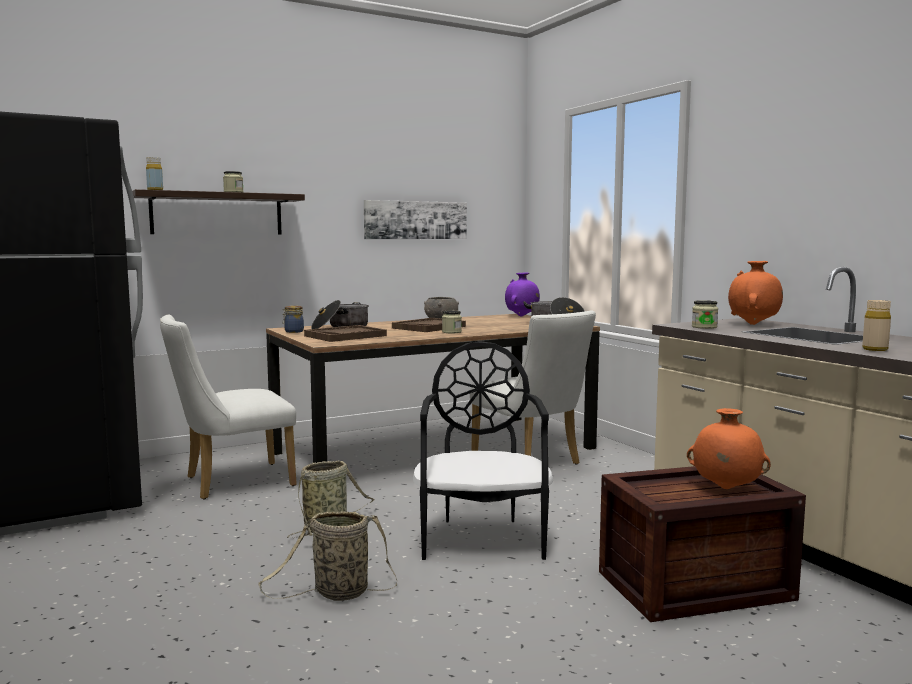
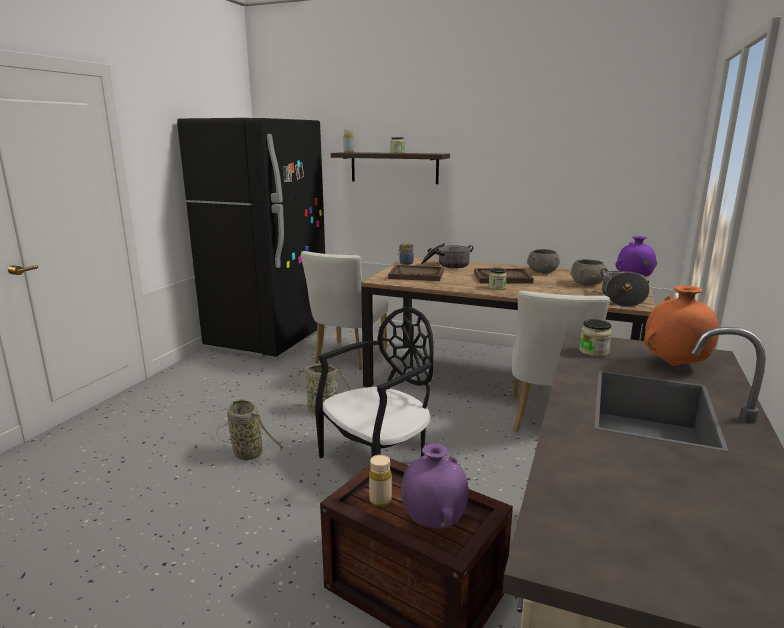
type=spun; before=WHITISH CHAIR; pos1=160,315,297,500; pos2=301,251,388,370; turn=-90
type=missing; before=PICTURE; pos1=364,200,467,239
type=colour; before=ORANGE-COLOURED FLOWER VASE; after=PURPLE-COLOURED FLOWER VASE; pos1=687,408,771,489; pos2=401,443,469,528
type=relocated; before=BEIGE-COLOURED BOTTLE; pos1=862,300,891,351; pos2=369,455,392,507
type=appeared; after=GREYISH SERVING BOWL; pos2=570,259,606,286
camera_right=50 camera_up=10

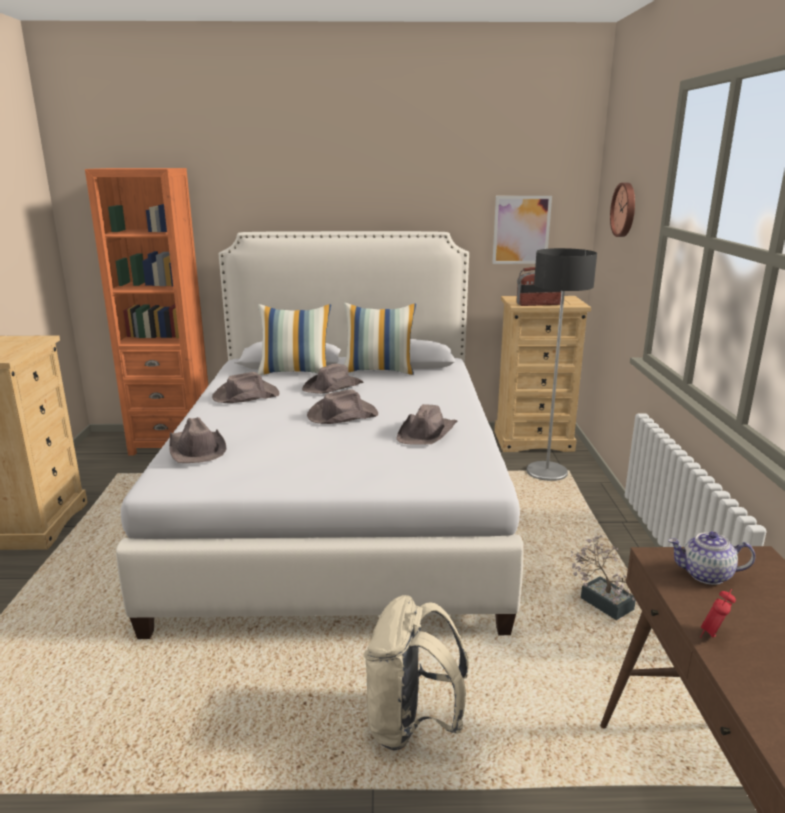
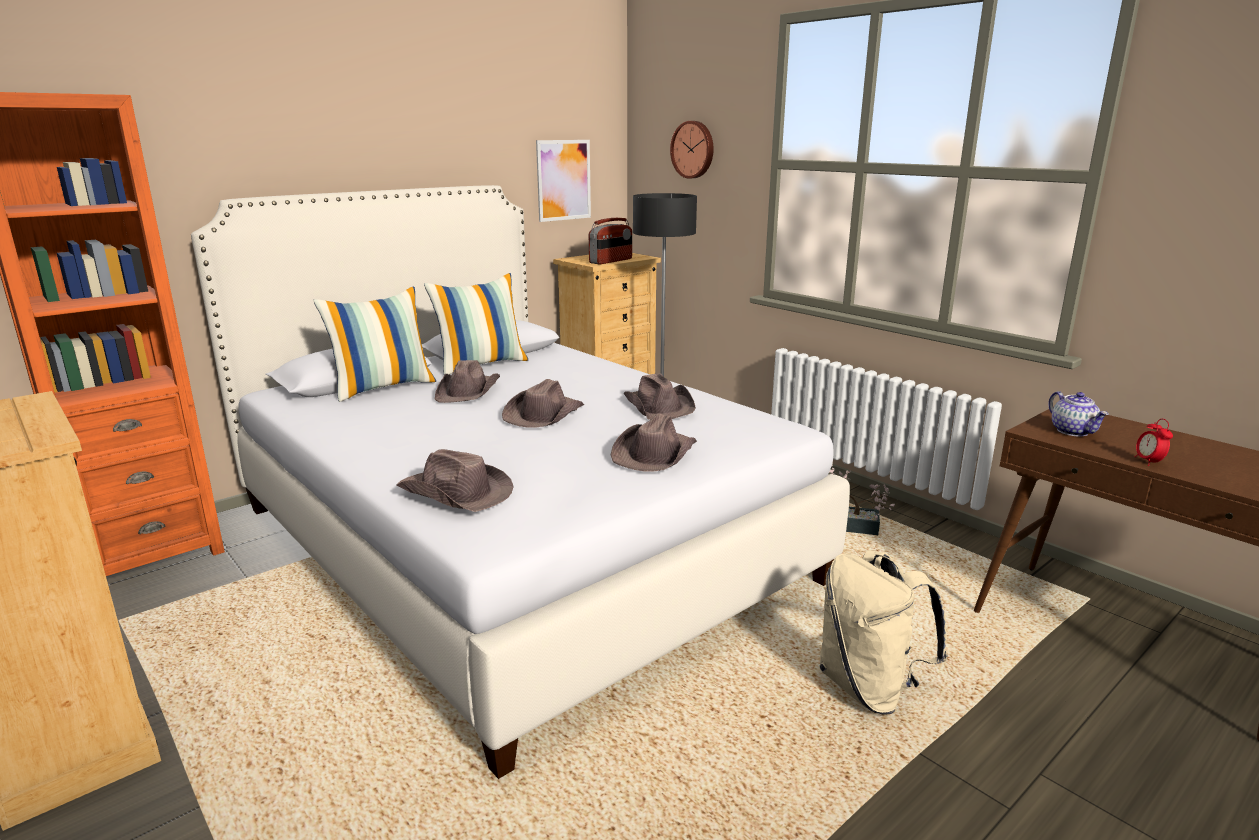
type=relocated; before=BROWNISH CLOTHING HAT; pos1=212,372,279,403; pos2=611,413,697,471
type=spun; before=POT FOR TEA; pos1=668,531,755,585; pos2=1048,391,1109,437; turn=-75
camera_right=-40 camera_up=0

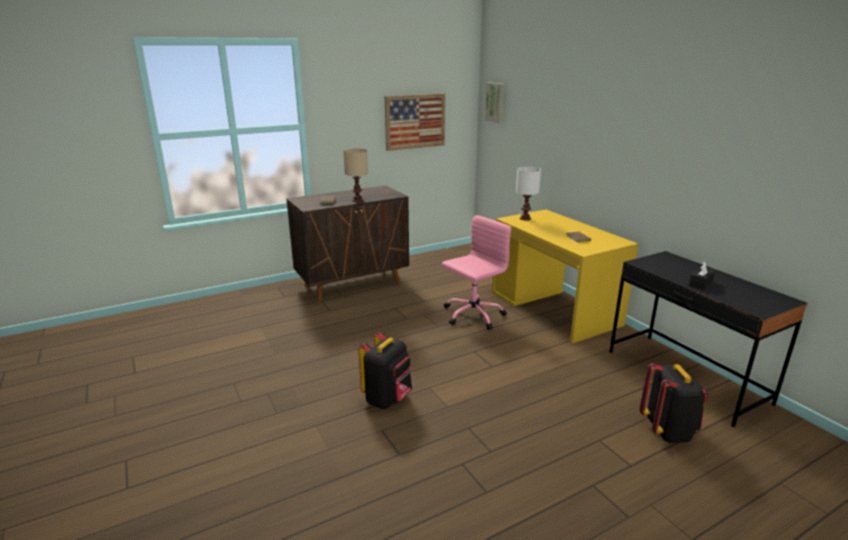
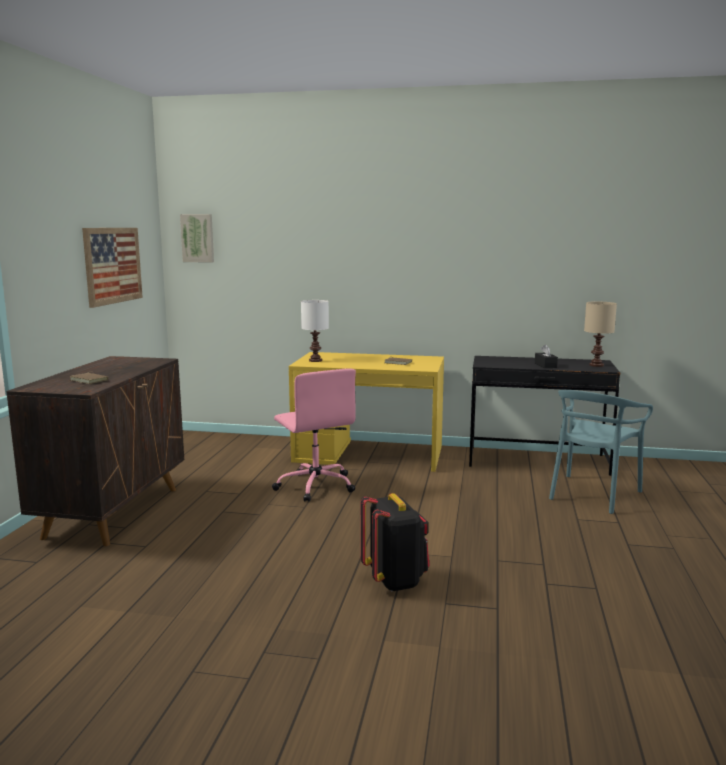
type=relocated; before=BEIGE-COLOURED LAMP FOR A TABLE; pos1=343,148,368,202; pos2=584,301,617,367
type=spun; before=PINK-COLOURED COMPUTER CHAIR; pos1=441,215,511,330; pos2=272,369,356,502; turn=150
type=exchanged; before=BLACK-COLOURED RUCKSACK; after=BLUE-GREEN CHAIR; pos1=639,363,708,443; pos2=549,390,653,514
camera_right=-50 camera_up=-10

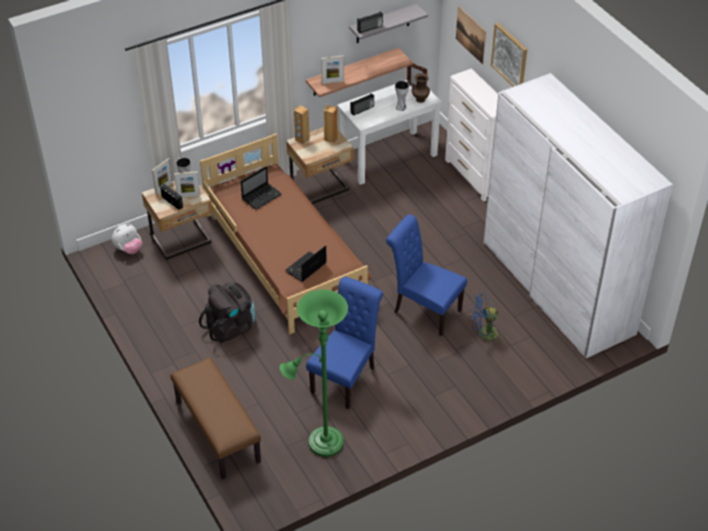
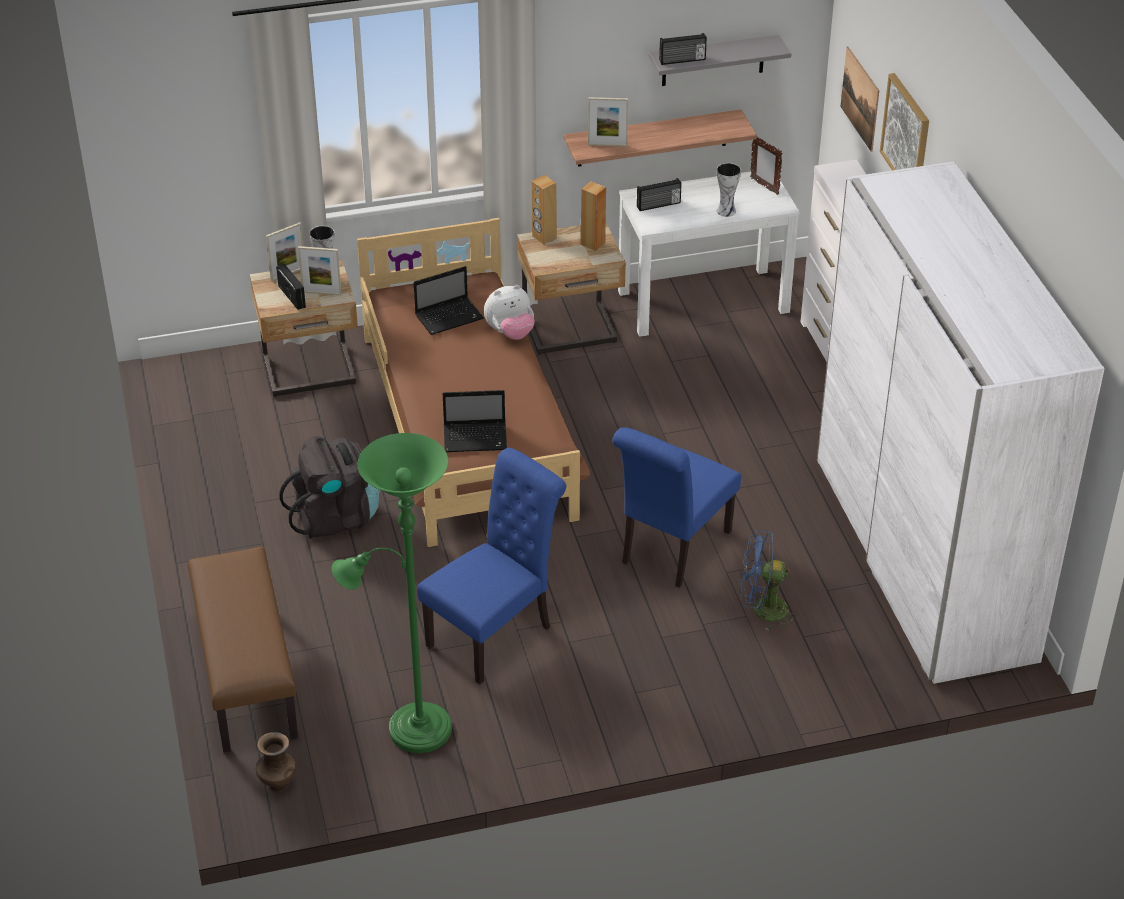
type=relocated; before=PLUSH TOY; pos1=112,223,142,254; pos2=484,285,535,340
type=spun; before=LAPTOP; pos1=285,245,327,282; pos2=443,390,507,452; turn=-150
type=spun; before=BLUE CHAIR; pos1=386,214,467,336; pos2=612,427,741,588; turn=-105
type=relocated; before=BROWNISH FLOWER VASE; pos1=412,73,430,103; pos2=256,732,296,792
camera_right=15 camera_up=-5

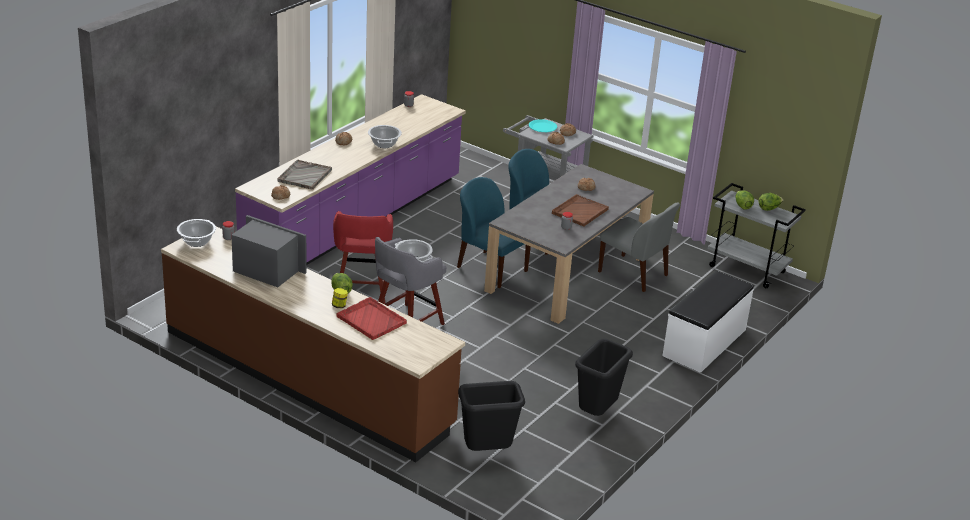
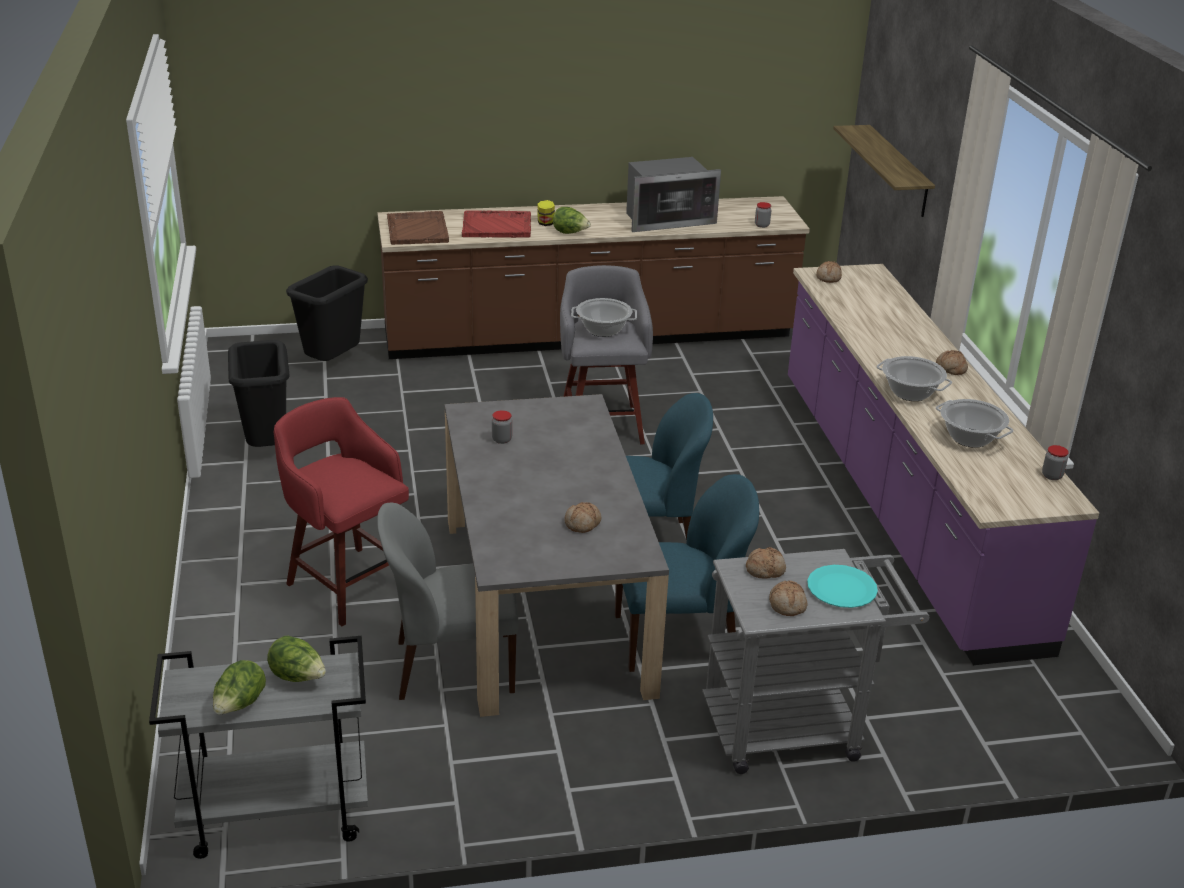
type=relocated; before=STOCKPOT; pos1=177,219,216,247; pos2=936,399,1013,448
type=missing; before=GREYISH SERVING TRAY; pos1=278,160,332,190
type=relocated; before=RED-COLOURED SITTING STOOL; pos1=333,211,393,304; pos2=274,397,409,626
type=relocated; before=BROWNISH SERVING TRAY; pos1=552,194,609,226; pos2=387,211,449,245
type=missing; before=WHITISH INDOOR BENCH; pos1=662,271,754,373
type=appeared; after=BRACKET SHELF; pos2=833,125,935,217
camera_right=135 camera_up=0

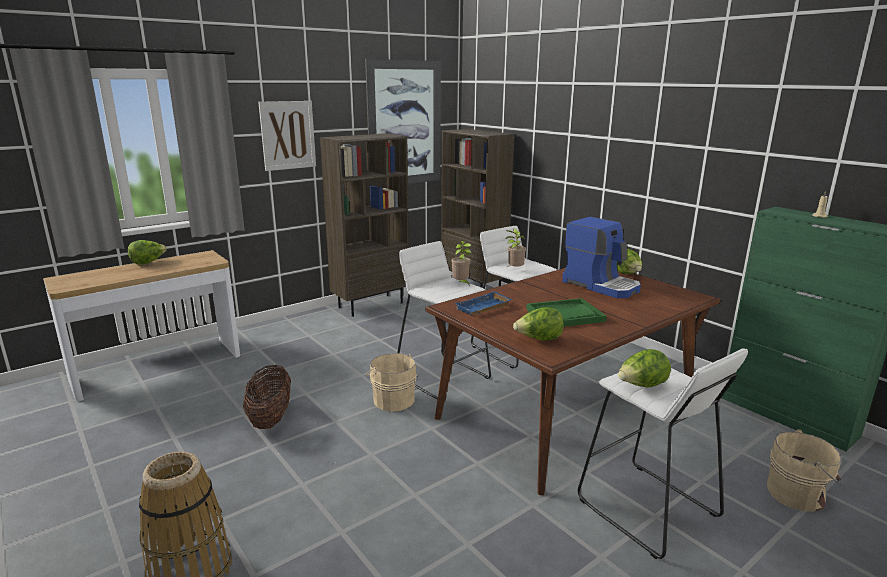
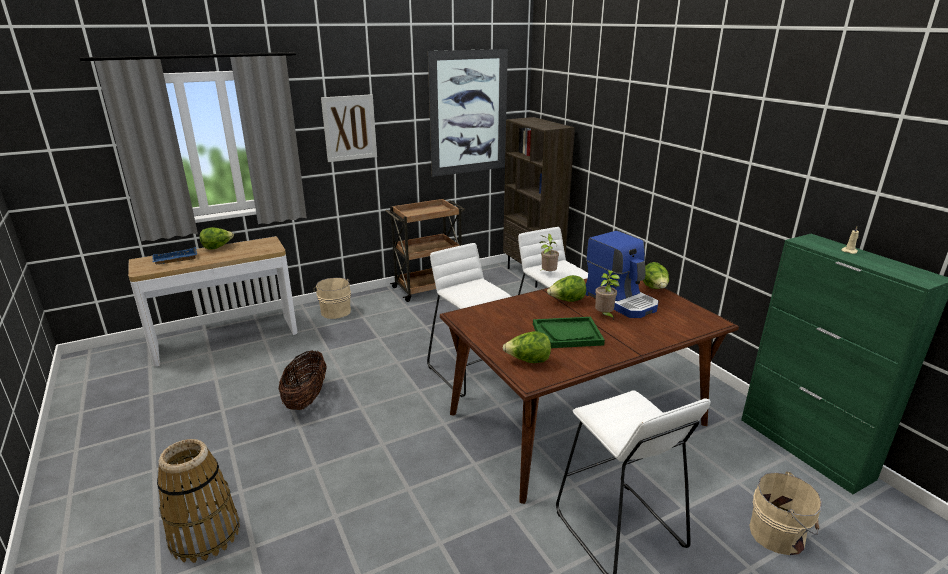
type=exchanged; before=BROWNISH SHELVING UNIT; after=BROWNISH CART; pos1=320,133,409,317; pos2=386,199,465,302
type=relocated; before=BEIGE-COLOURED WATER BUCKET; pos1=366,353,417,412; pos2=314,278,351,319
type=relocated; before=POTTED PLANT; pos1=451,241,472,287; pos2=595,270,620,320
type=relocated; before=BLUE SERVING TRAY; pos1=456,291,512,315; pos2=152,247,197,265
type=relocated; before=LETTUCE HEAD; pos1=618,349,671,388; pos2=547,275,586,302
camera_right=10 camera_up=5

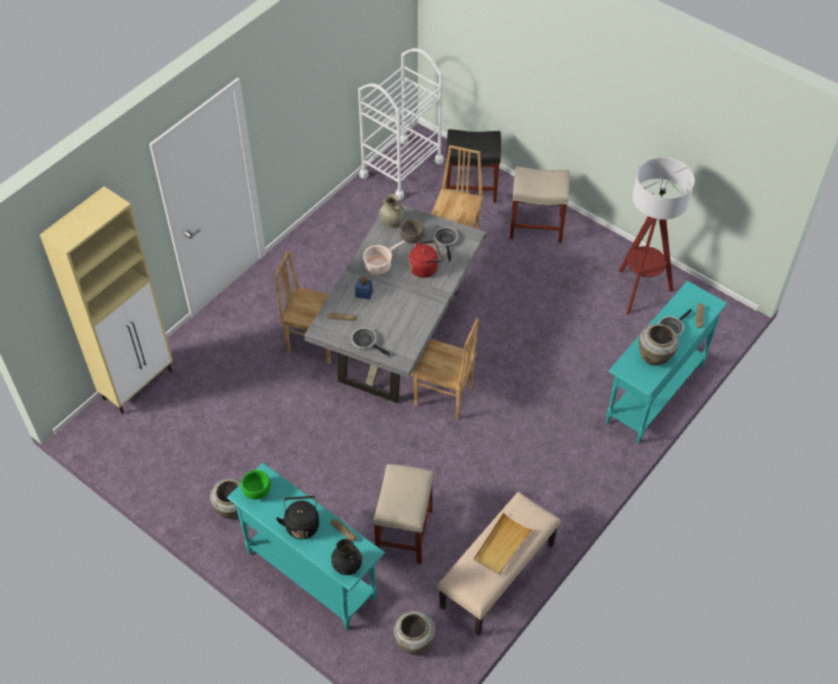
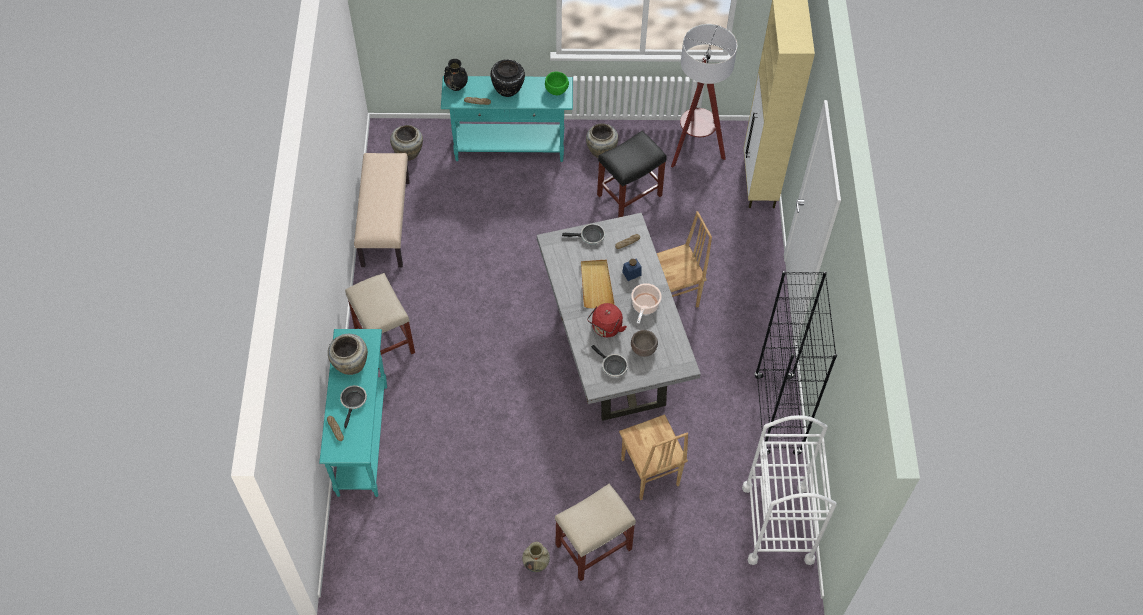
type=exchanged; before=BLACK-COLOURED TEA KETTLE; after=BLACK-COLOURED FLOWER VASE; pos1=276,496,319,539; pos2=491,59,525,97
type=relocated; before=BEIGE-COLOURED SITTING STOOL; pos1=373,464,434,564; pos2=345,273,415,355
type=relocated; before=BEIGE-COLOURED FLOWER VASE; pos1=379,194,404,228; pos2=522,542,550,572
type=missing; before=BROWNISH CHAIR; pos1=410,318,479,419
type=relocated; before=BLACK-COLOURED SITTING STOOL; pos1=446,129,501,203; pos2=597,131,667,217
type=relocated; before=BEIGE-COLOURED SERVING TRAY; pos1=474,512,532,575; pos2=581,260,615,308
type=relocated; before=FLOOR LAMP; pos1=619,157,695,315; pos2=671,24,737,168
type=appeared; after=BLACK-COLOURED SHELVING UNIT; pos2=754,271,837,455
camera_right=140 camera_up=5

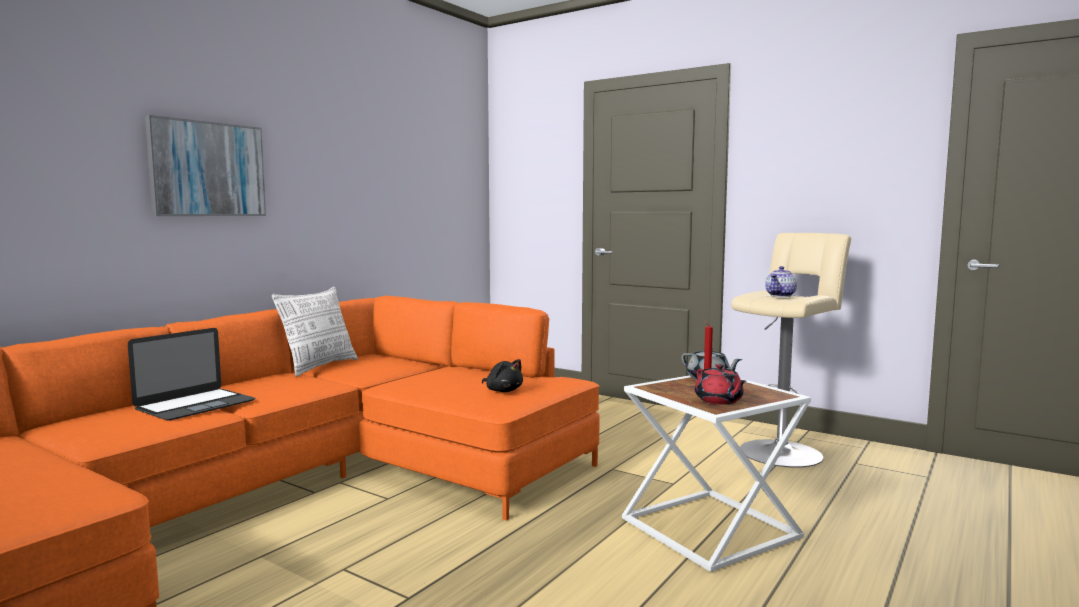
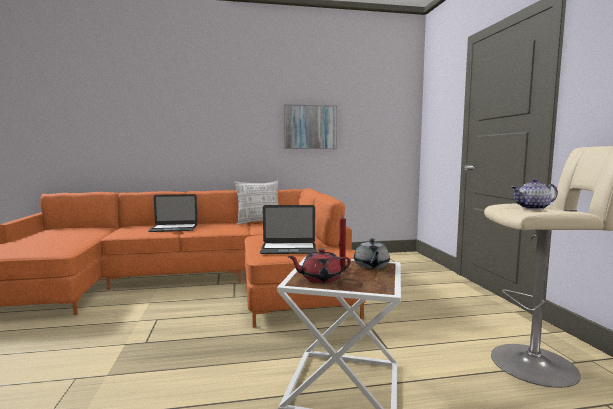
type=relocated; before=PICTURE; pos1=145,115,266,216; pos2=284,104,337,149
type=exchanged; before=BLACK-COLOURED PLUSH TOY; after=LAPTOP; pos1=482,359,523,392; pos2=260,205,317,254
type=spun; before=RED-COLOURED POT FOR TEA; pos1=695,364,747,405; pos2=287,248,351,283; turn=60
camera_right=45 camera_up=0

